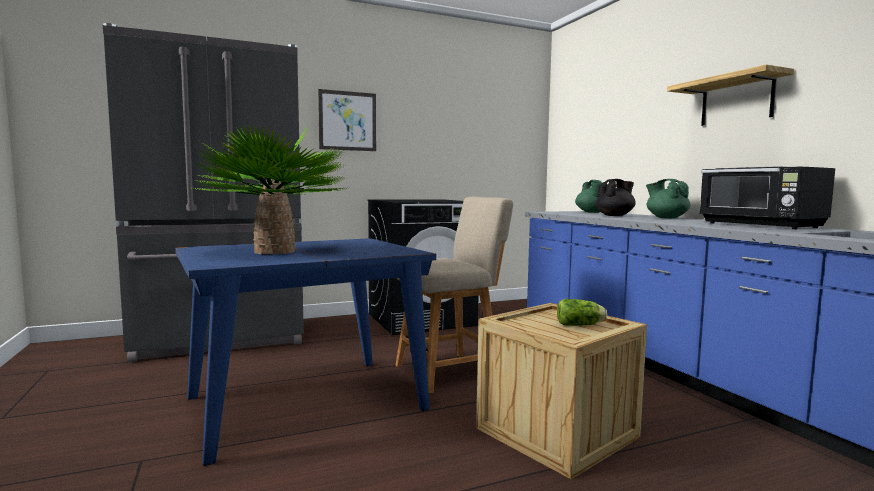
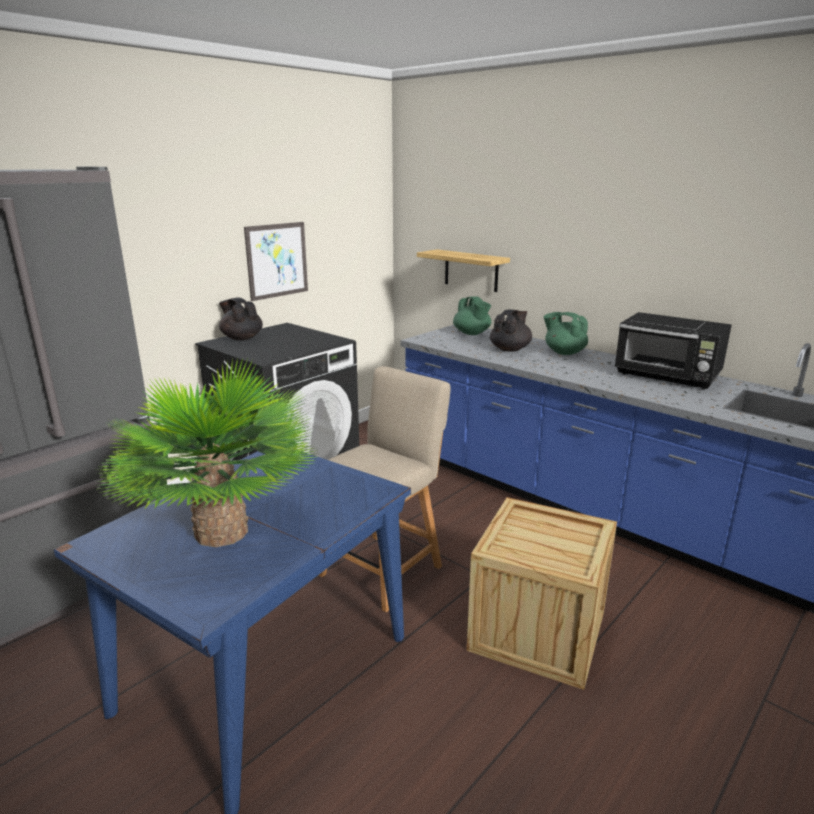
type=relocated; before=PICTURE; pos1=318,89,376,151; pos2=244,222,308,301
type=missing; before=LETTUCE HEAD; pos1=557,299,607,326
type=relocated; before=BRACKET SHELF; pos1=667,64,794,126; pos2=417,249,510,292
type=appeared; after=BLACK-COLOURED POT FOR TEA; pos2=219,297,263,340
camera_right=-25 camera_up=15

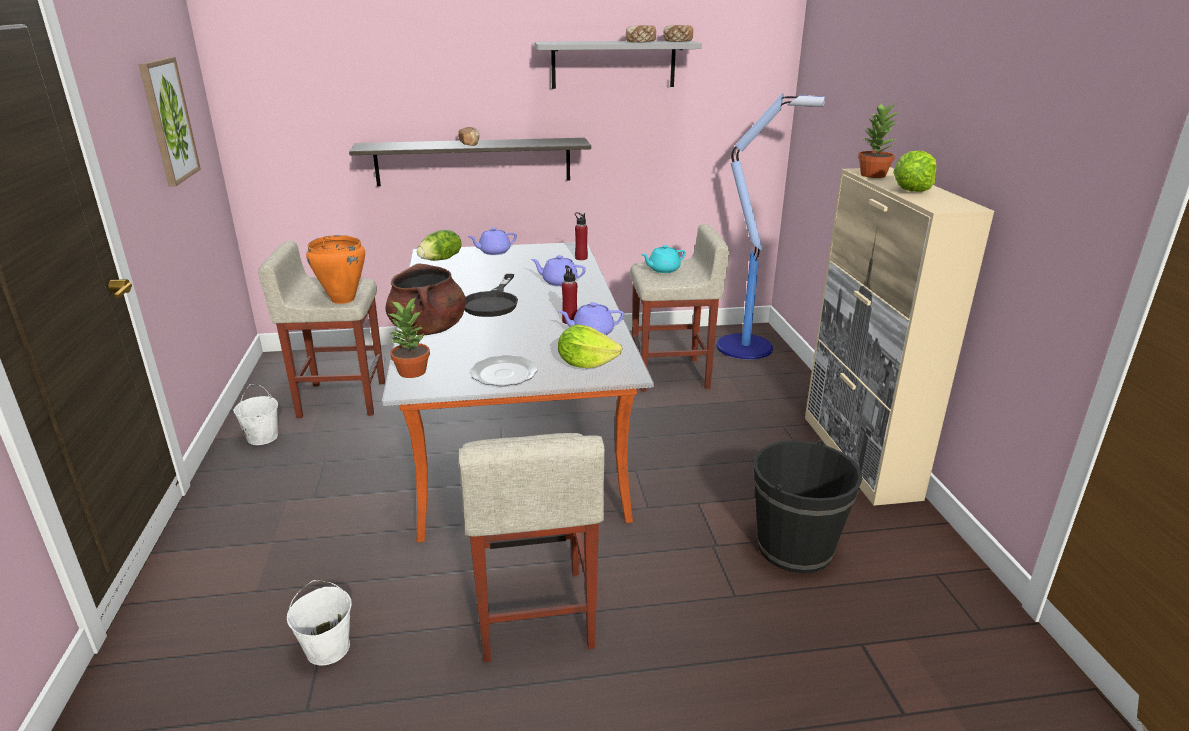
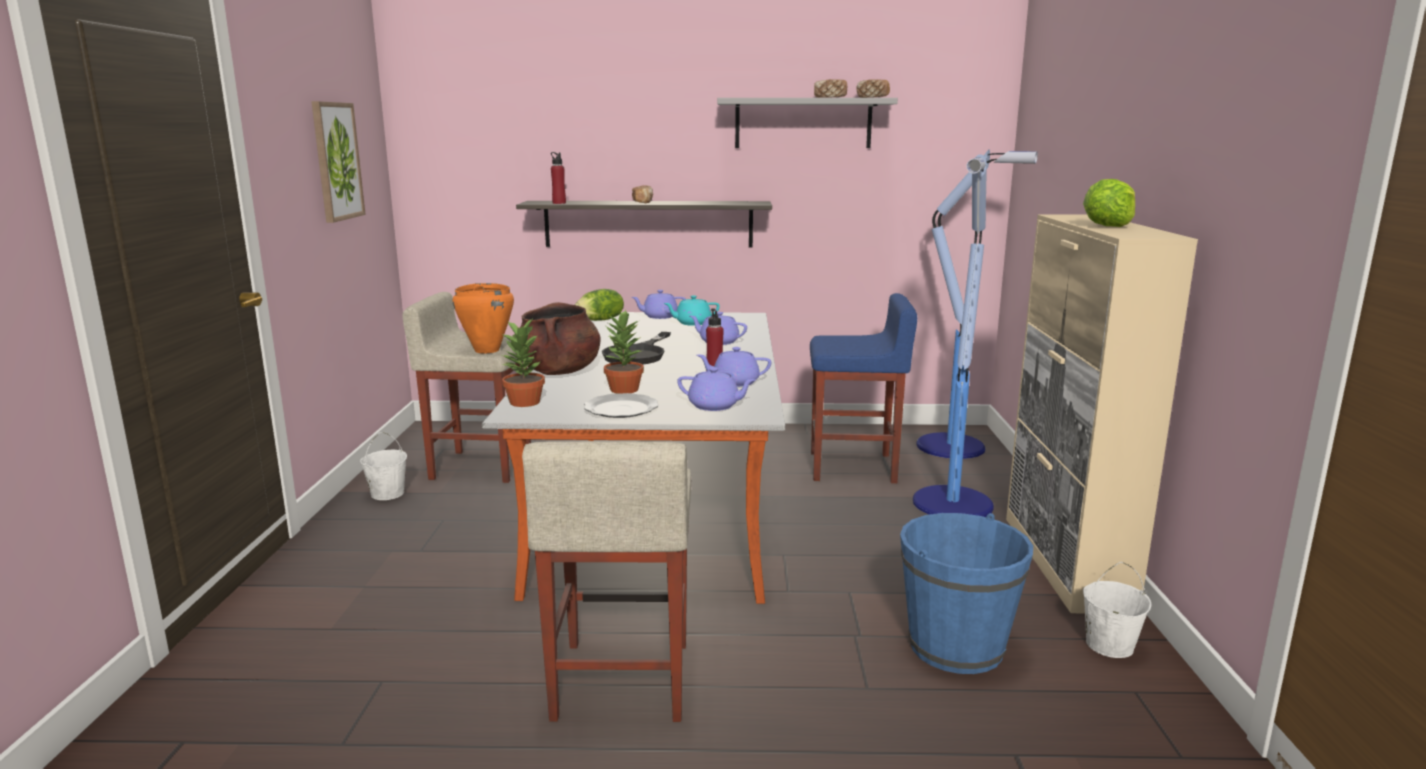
type=relocated; before=WHITISH WATER BUCKET; pos1=287,580,352,665; pos2=1083,562,1151,658
type=exchanged; before=LETTUCE HEAD; after=PURPLE-COLOURED POT FOR TEA; pos1=558,324,623,368; pos2=677,367,755,411
type=relocated; before=RED-COLOURED BOTTLE; pos1=575,212,588,260; pos2=551,152,566,204
type=colour; before=BEIGE-COLOURED SITTING STOOL; after=BLUE SITTING STOOL; pos1=630,224,730,392; pos2=810,293,917,483
type=relocated; before=BLUE-GREEN POT FOR TEA; pos1=641,245,686,273; pos2=664,295,720,326
type=colour; before=BLACK-COLOURED WATER BUCKET; after=BLUE WATER BUCKET; pos1=754,440,863,573; pos2=900,513,1033,674
type=relocated; before=POTTED PLANT; pos1=858,104,899,178; pos2=604,310,644,394
type=appeared; after=FLOOR LAMP; pos2=913,154,994,517
camera_right=10 camera_up=-10

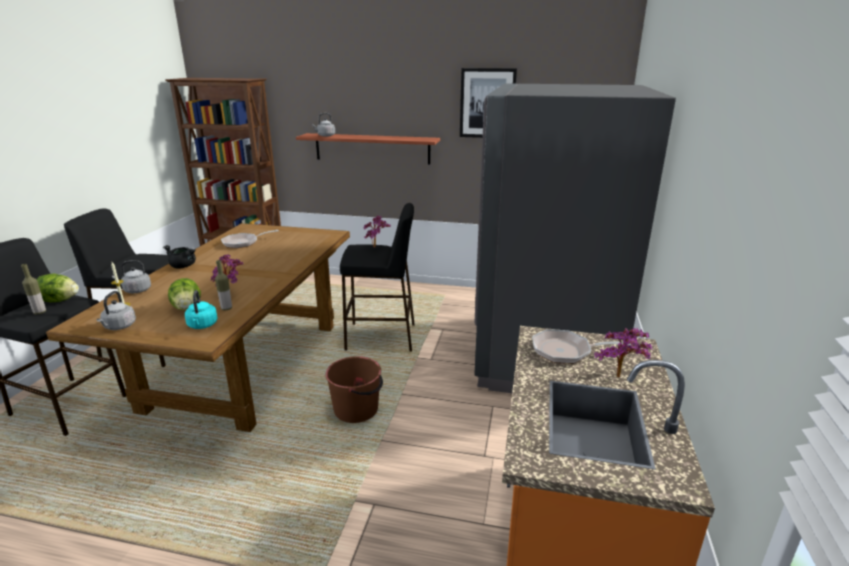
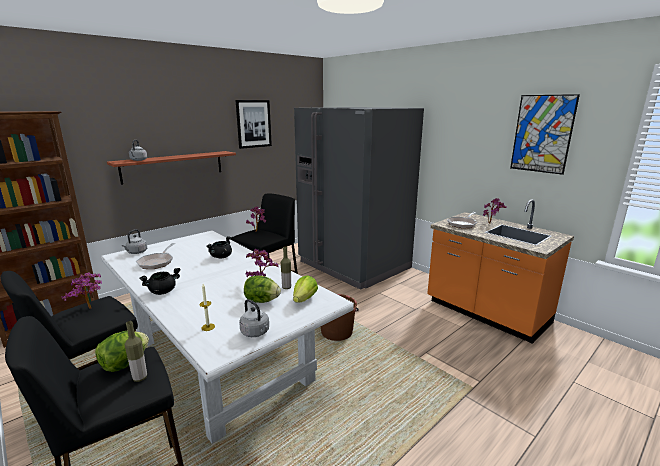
type=colour; before=BROWNISH DINNER TABLE; after=WHITISH DINNER TABLE; pos1=46,223,350,432; pos2=101,230,354,444
type=relocated; before=GREYISH TEA KETTLE; pos1=112,260,151,293; pos2=122,229,147,254
type=exchanged; before=BLUE-GREEN TEA KETTLE; after=LETTUCE HEAD; pos1=185,290,218,329; pos2=293,275,318,303
type=appeared; after=POTTED PLANT; pos2=61,272,102,309
type=appeared; after=BLACK-COLOURED STOCKPOT; pos2=207,236,232,258
type=appeared; after=PICTURE; pos2=510,94,580,175
camera_right=-55 camera_up=-5

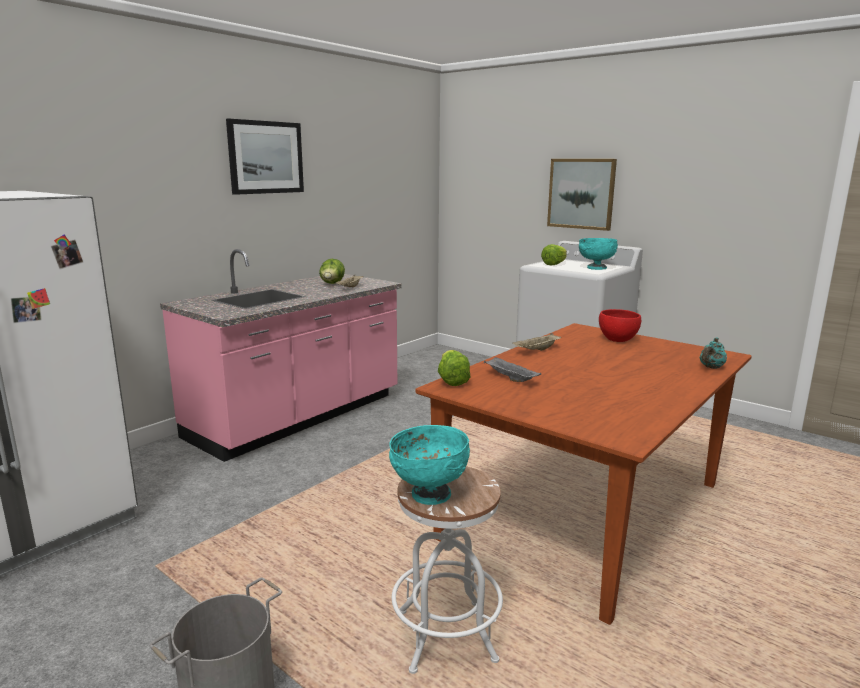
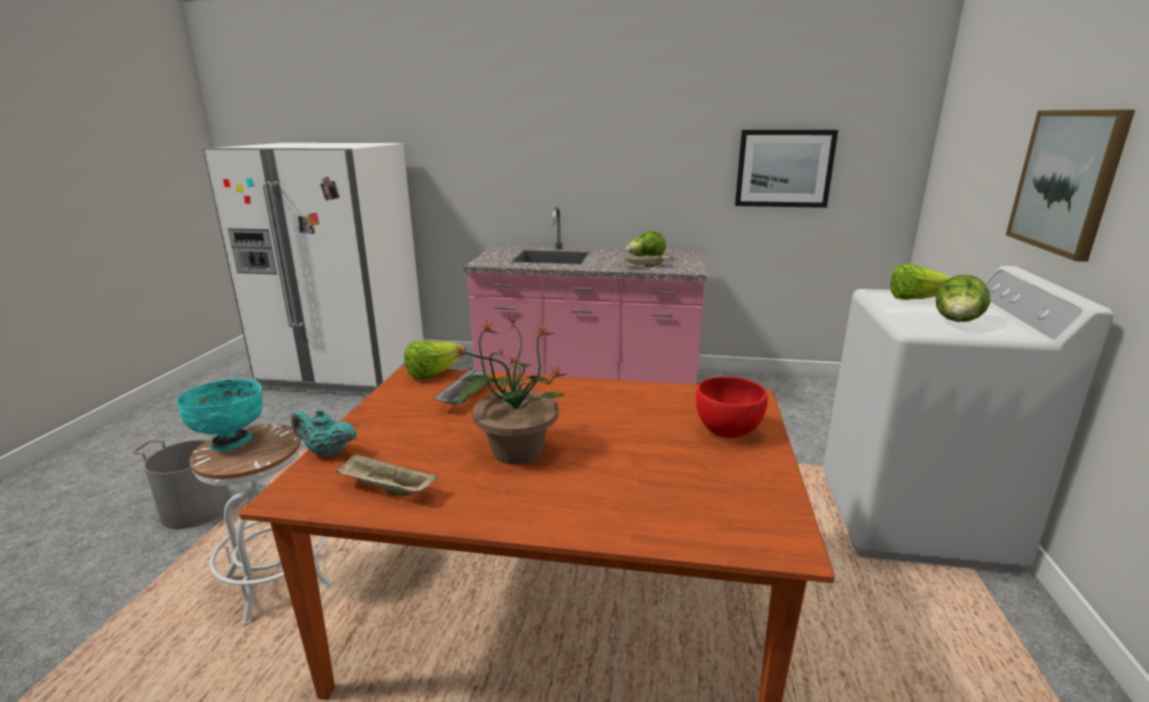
type=relocated; before=PICTURE; pos1=226,119,304,195; pos2=735,130,838,208
type=relocated; before=BEIGE-COLOURED SERVING TRAY; pos1=512,333,561,351; pos2=335,453,437,496
type=exchanged; before=BLUE-GREEN SERVING BOWL; after=LETTUCE HEAD; pos1=579,238,618,270; pos2=936,275,990,322
type=relocated; before=BLUE-GREEN POT FOR TEA; pos1=699,337,727,369; pos2=291,409,357,457
type=appeared; after=POTTED PLANT; pos2=452,316,567,465
camera_right=60 camera_up=5

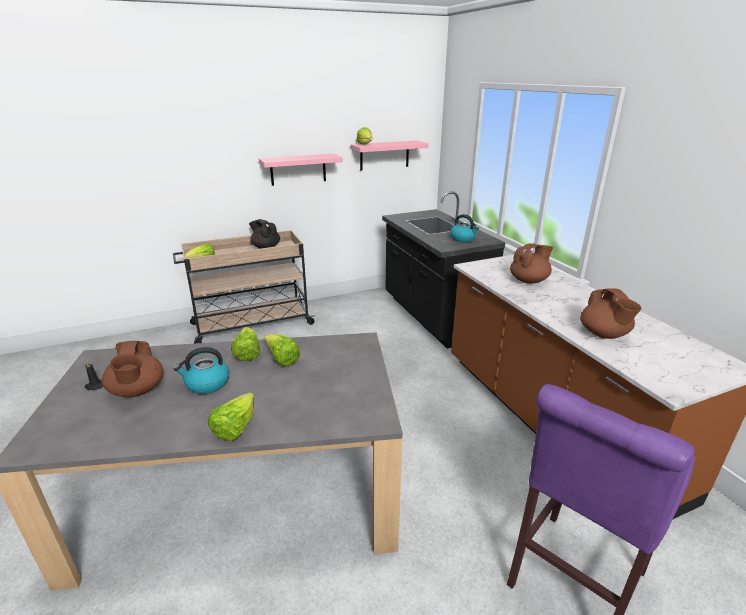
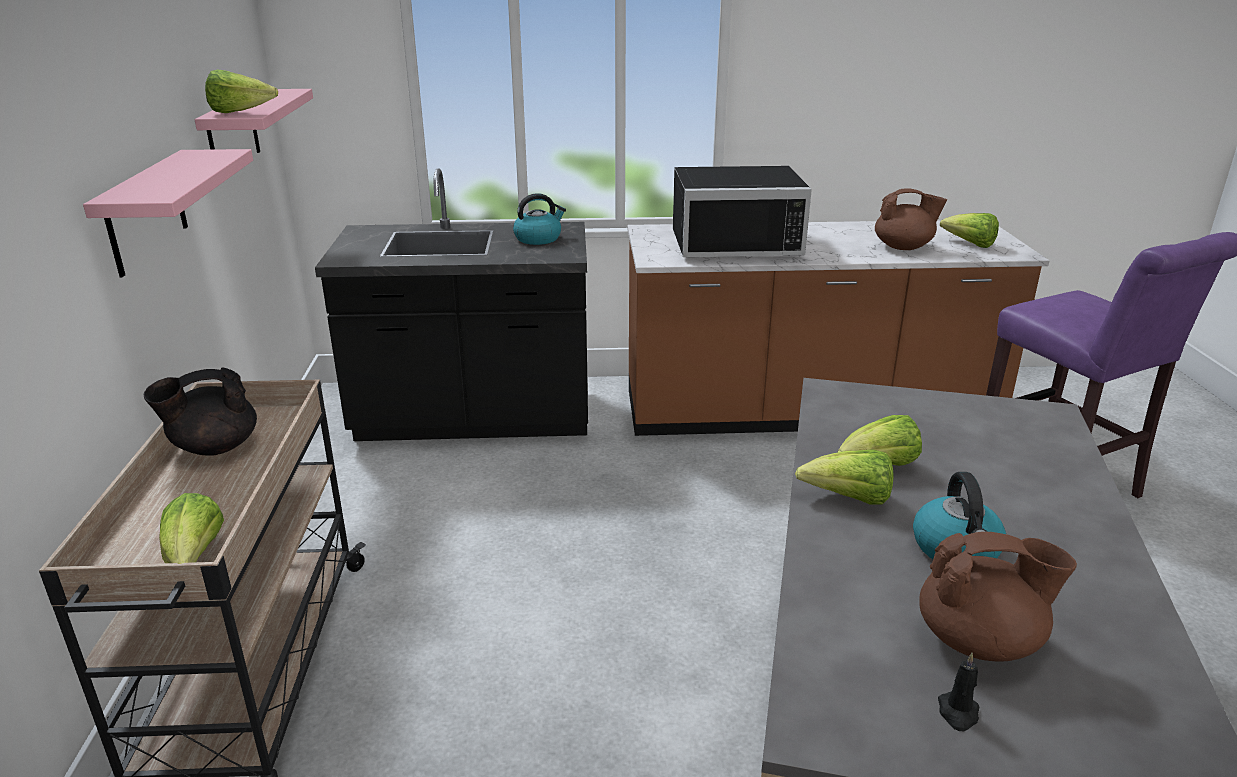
type=relocated; before=LETTUCE HEAD; pos1=208,392,254,441; pos2=940,213,999,248
type=exchanged; before=BROWNISH POT FOR TEA; after=BLACK-COLOURED MICROWAVE OVEN; pos1=510,243,553,284; pos2=673,166,812,257
camera_right=-70 camera_up=0

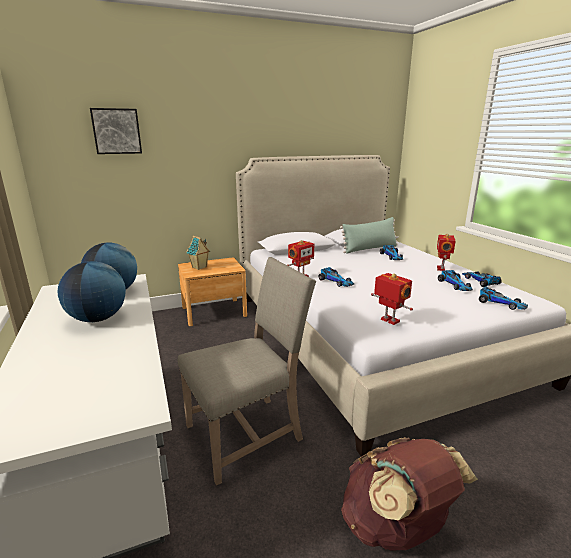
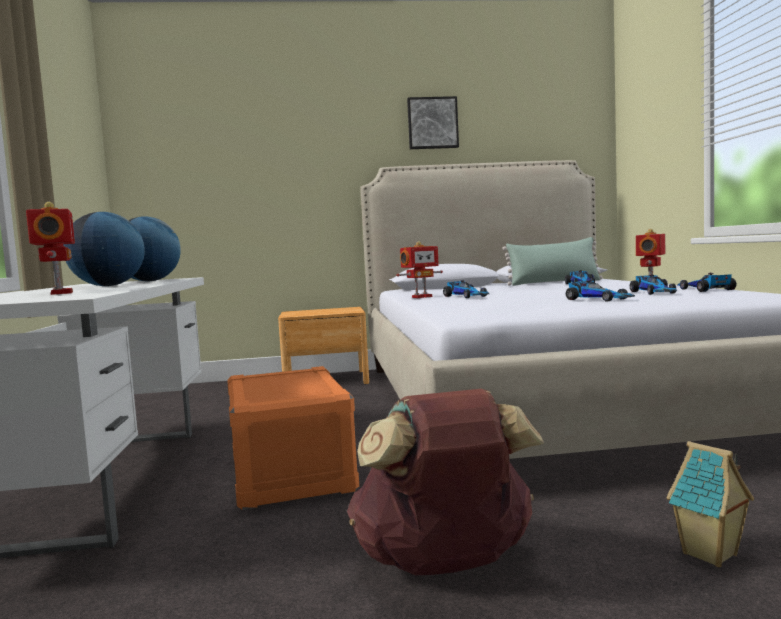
type=relocated; before=PICTURE; pos1=90,108,142,154; pos2=407,96,459,149
type=exchanged; before=BEIGE-COLOURED CHAIR; after=ORANGE-COLOURED STORAGE BOX; pos1=178,257,316,485; pos2=227,366,359,510
type=relocated; before=MODEL HOUSE; pos1=186,236,210,270; pos2=667,441,754,567
type=relocated; before=TOY ROBOT; pos1=371,273,413,325; pos2=26,202,75,295
type=relocated; before=MINIATURE CAR; pos1=479,286,528,310; pos2=566,280,635,301
camera_right=15 camera_up=-15

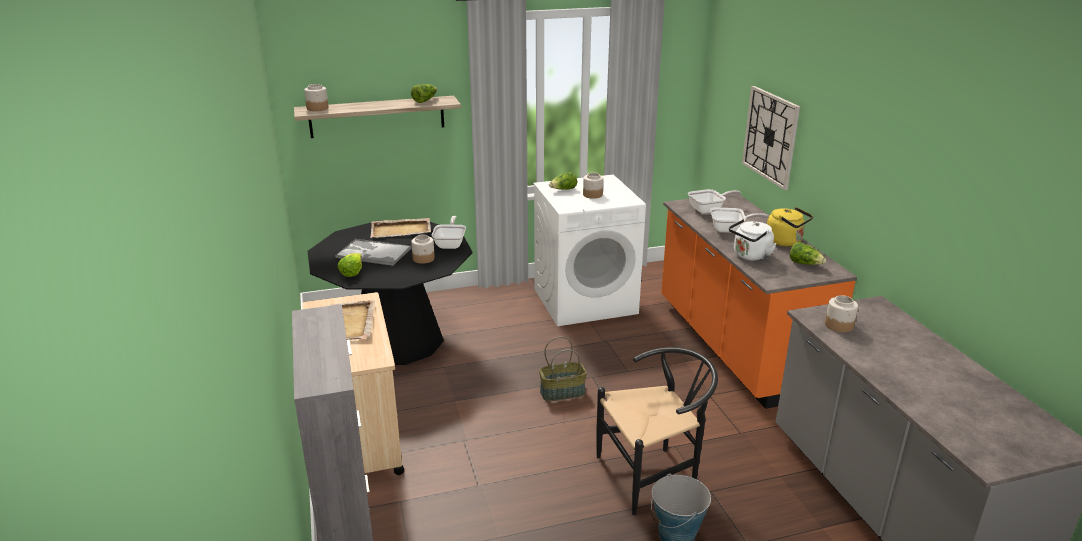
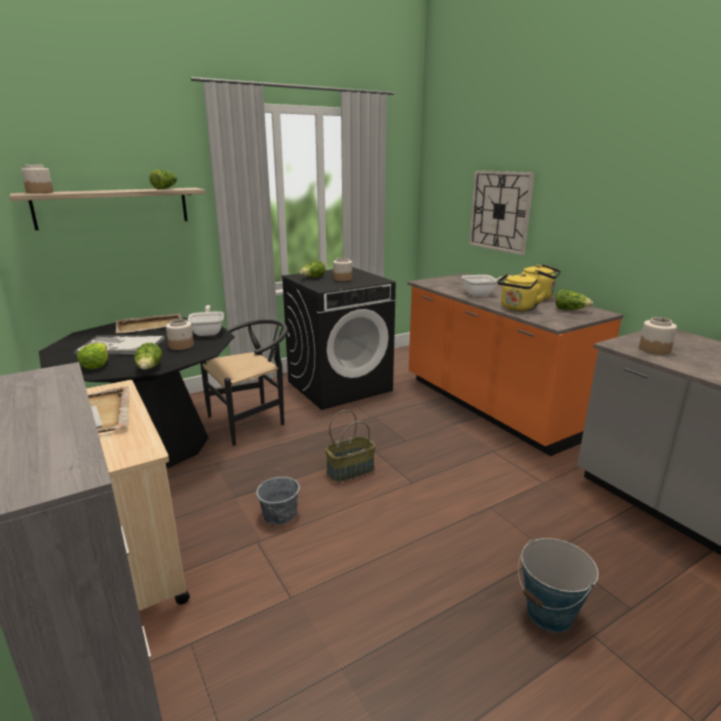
type=colour; before=WHITISH WASHING MACHINE; after=BLACK-COLOURED WASHING MACHINE; pos1=533,174,646,326; pos2=281,267,396,410
type=relocated; before=BLACK-COLOURED CHAIR; pos1=596,347,718,515; pos2=200,319,288,446
type=missing; before=SKILLET; pos1=688,189,741,214
type=colour; before=WHITISH TEA KETTLE; after=YELLOWISH TEA KETTLE; pos1=729,219,776,261; pos2=497,273,548,312
type=appeared; after=LETTUCE HEAD; pos2=134,343,162,370
type=appeared; after=GREYISH WATER BUCKET; pos2=256,468,300,525
camera_right=-15 camera_up=-5

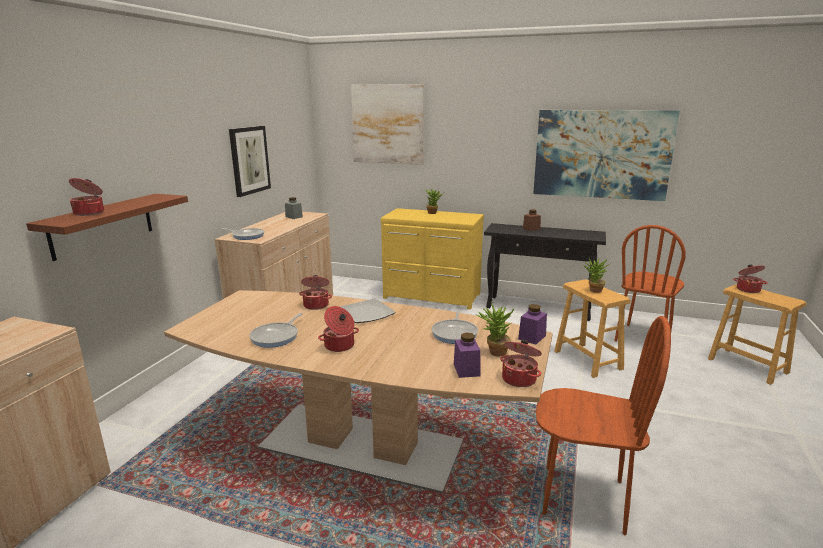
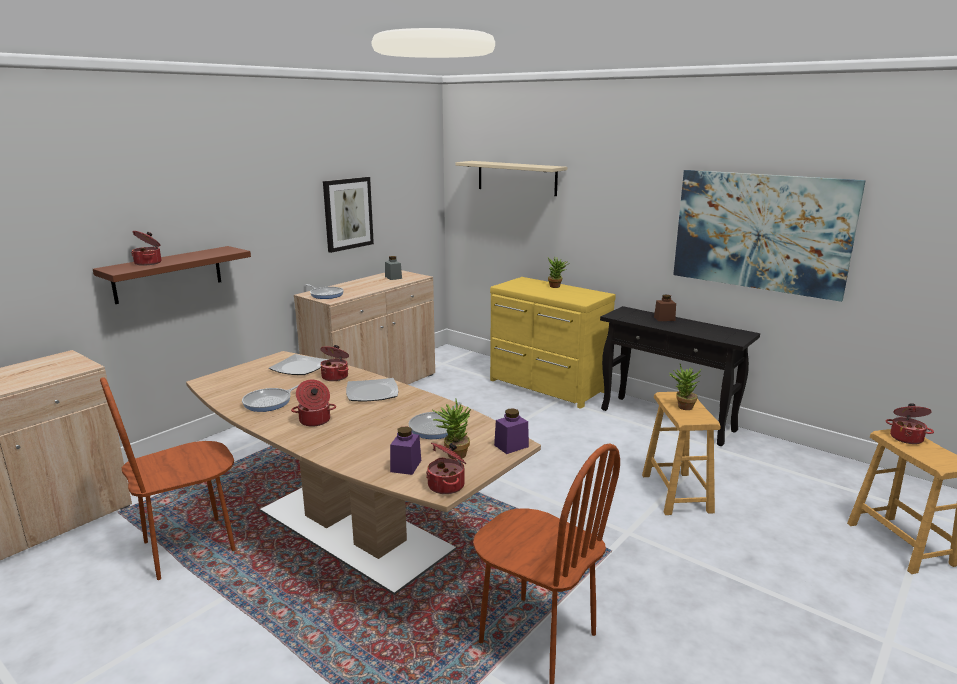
type=exchanged; before=PICTURE; after=BEIGE-COLOURED BRACKET SHELF; pos1=351,84,424,165; pos2=456,161,567,196
type=relocated; before=BROWNISH CHAIR; pos1=614,225,686,342; pos2=100,378,236,580
type=appeared; after=PLATE; pos2=269,354,329,375
camera_right=20 camera_up=0

